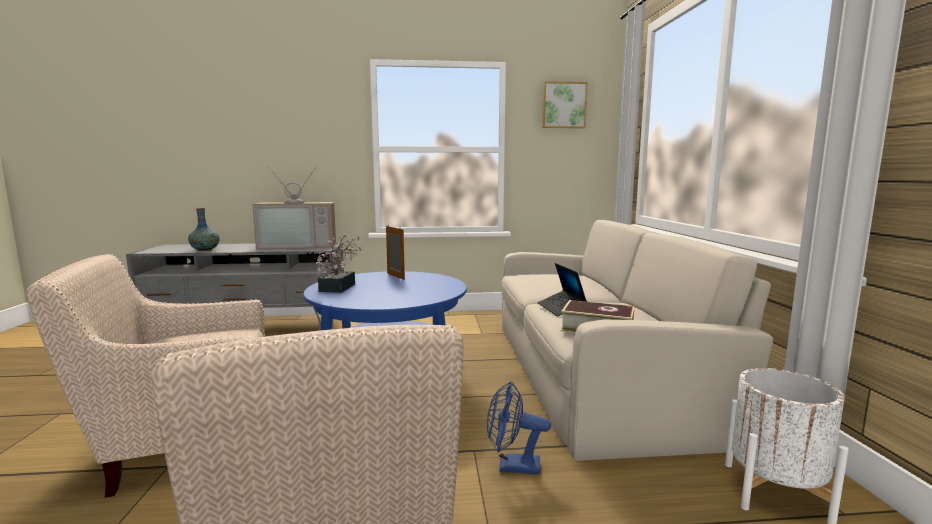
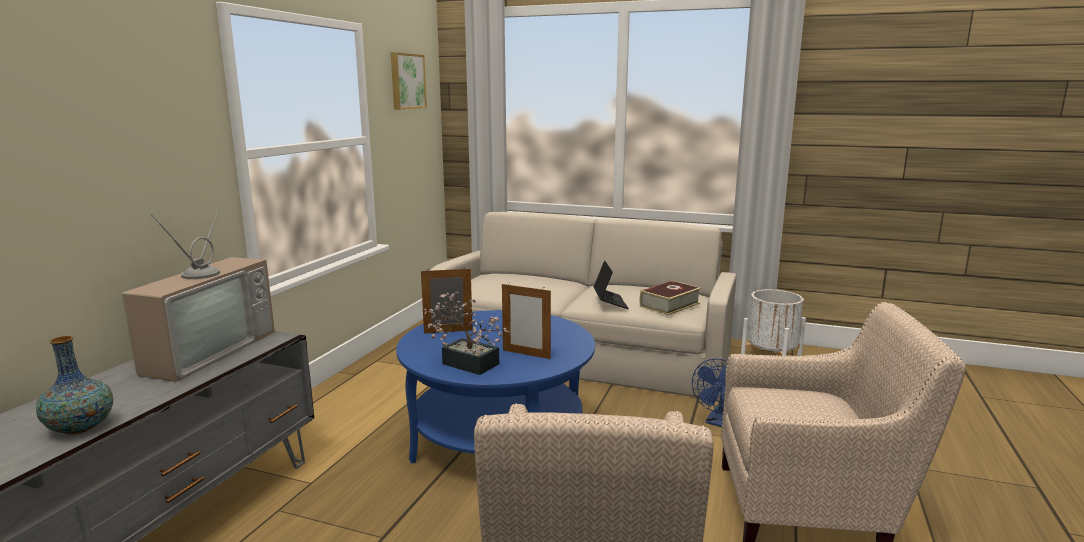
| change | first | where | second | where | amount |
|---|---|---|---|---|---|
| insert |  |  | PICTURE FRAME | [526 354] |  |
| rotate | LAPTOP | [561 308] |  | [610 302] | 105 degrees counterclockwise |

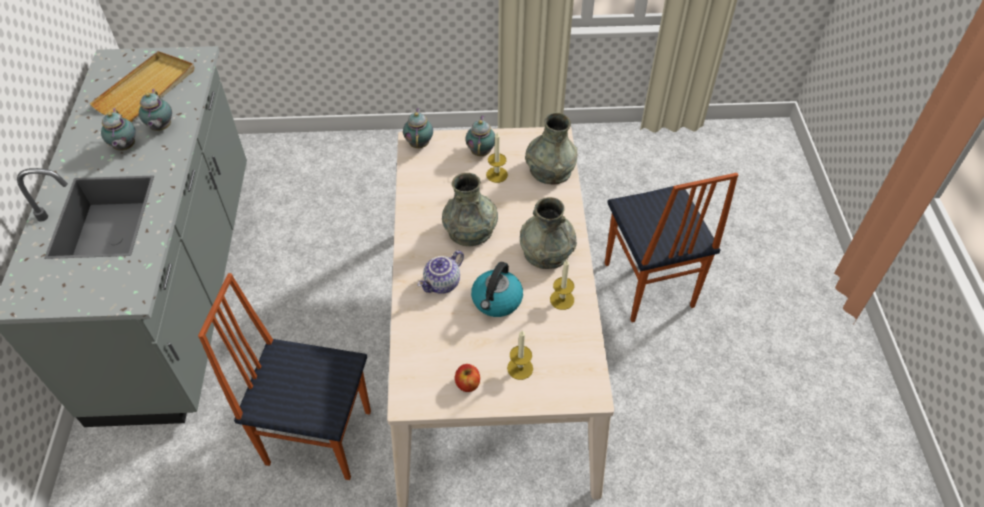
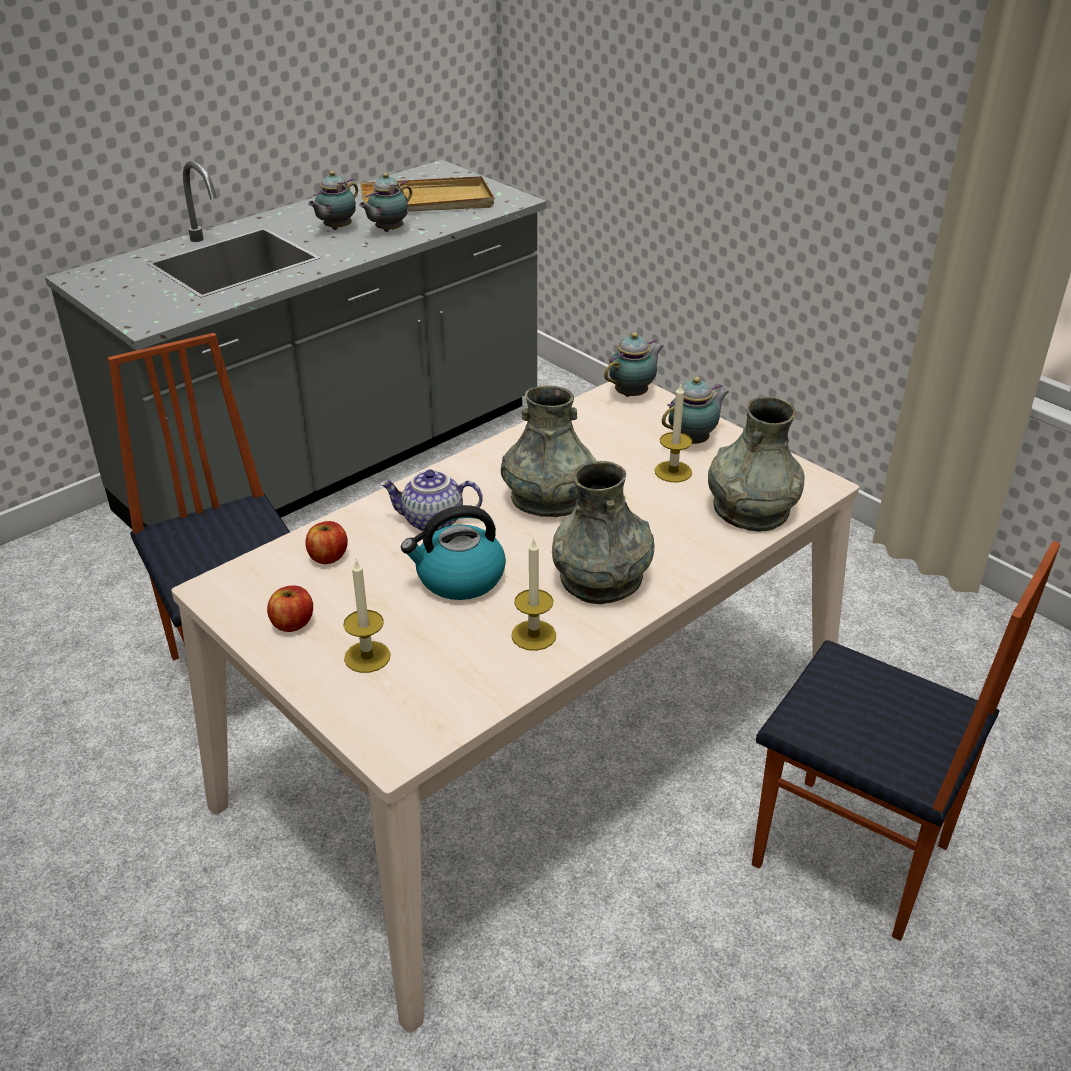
| change | first | where | second | where | amount |
|---|---|---|---|---|---|
| insert |  |  | APPLE | [328 557] |  |
| rotate | CHAIR | [647 286] |  | [851 858] | 90 degrees counterclockwise |

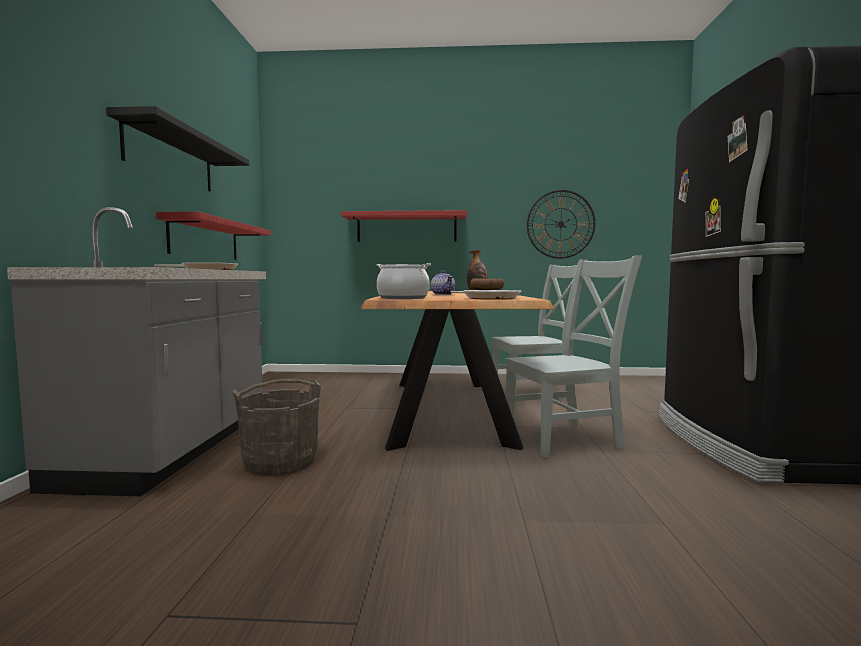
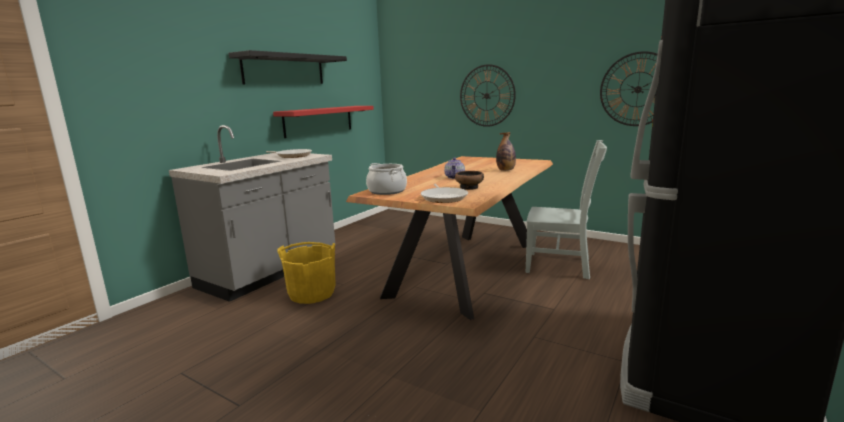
| change | first | where | second | where | amount |
|---|---|---|---|---|---|
| delete | GREY CHAIR | [566 438] |  |  |  |
| replace | RED SHELF | [406 228] | WALL CLOCK | [486 96] |  |
| recolor | GREY BUCKET | [280 462] | YELLOW BUCKET | [312 293] |  |

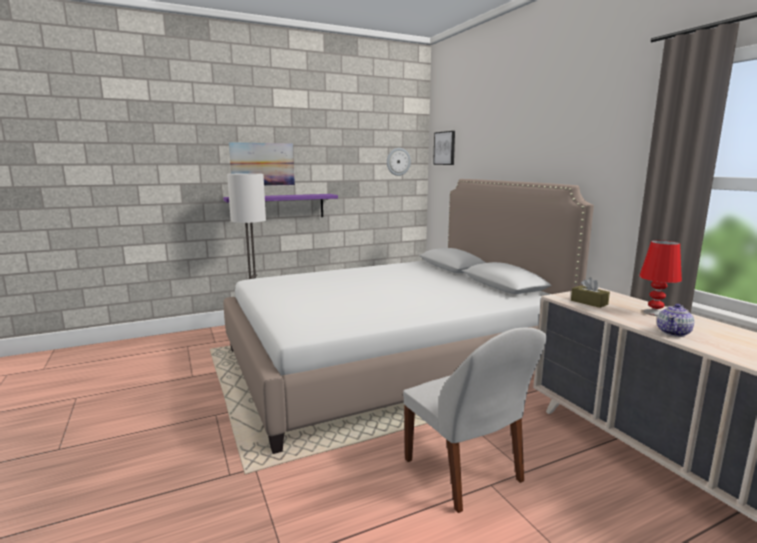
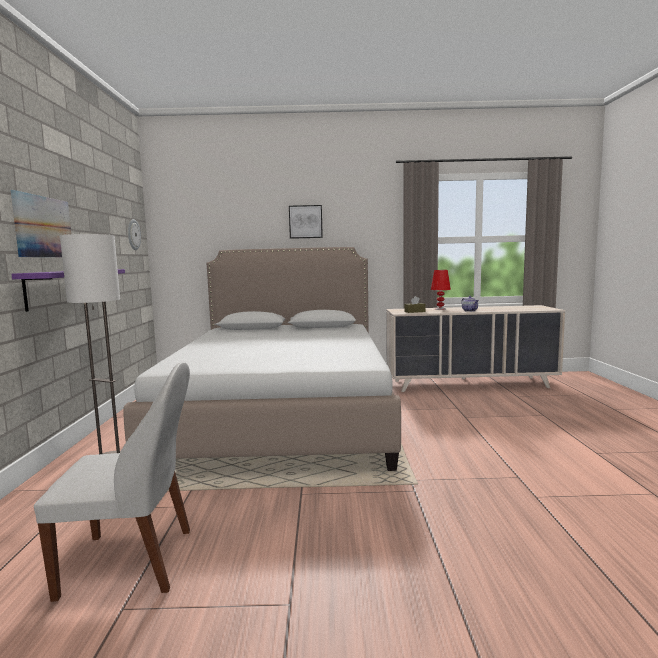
| change | first | where | second | where | amount |
|---|---|---|---|---|---|
| move | WHITE CHAIR | [464 473] |  | [132 563] |  |
| move | PICTURE | [445 148] |  | [305 222] |  |

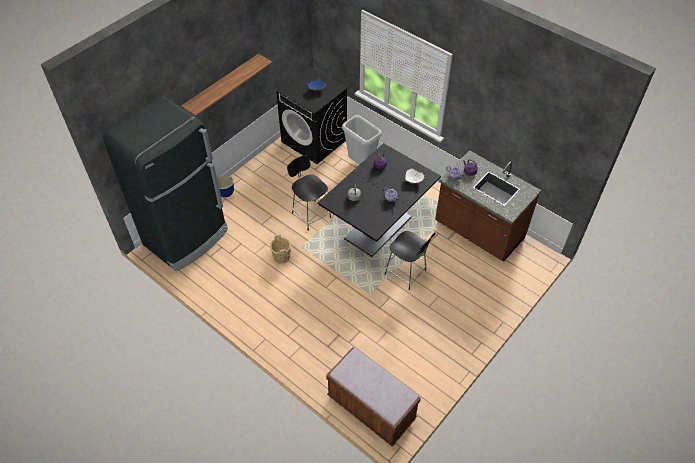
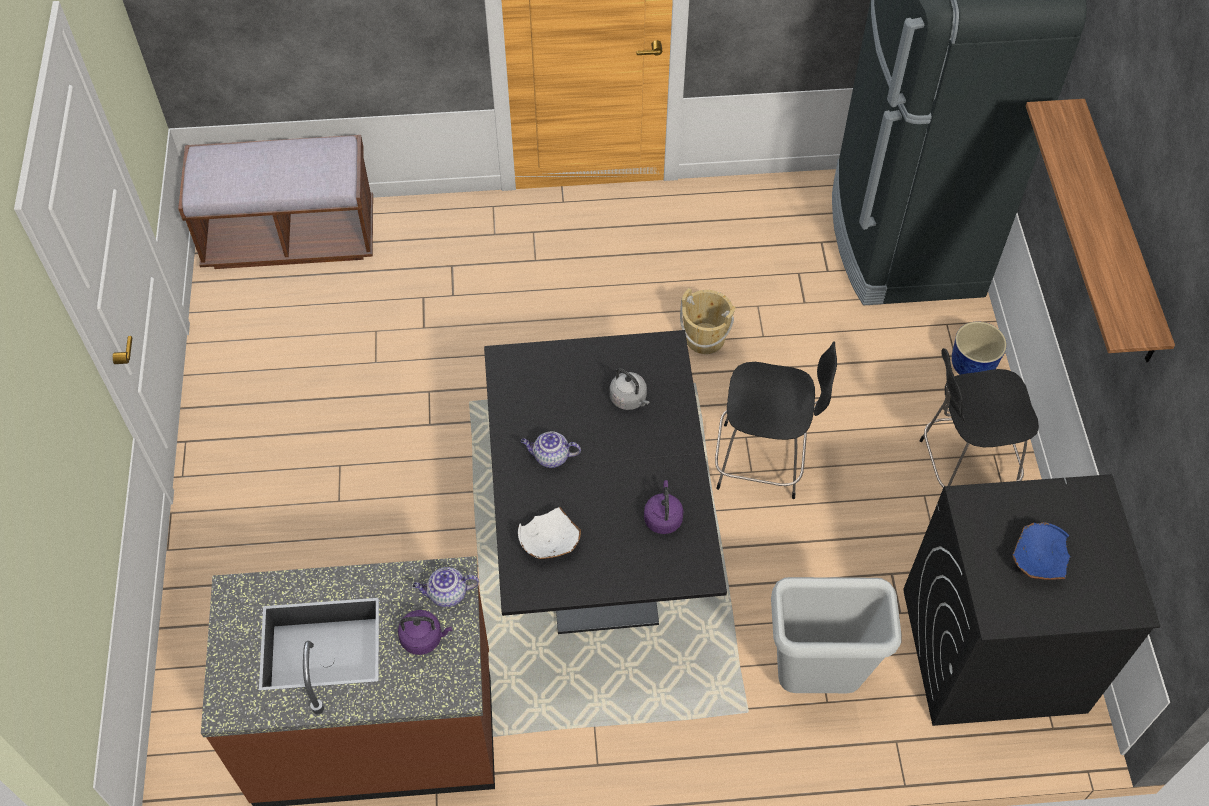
| change | first | where | second | where | amount |
|---|---|---|---|---|---|
| move | BLACK CHAIR | [406 273] |  | [962 468] |  |

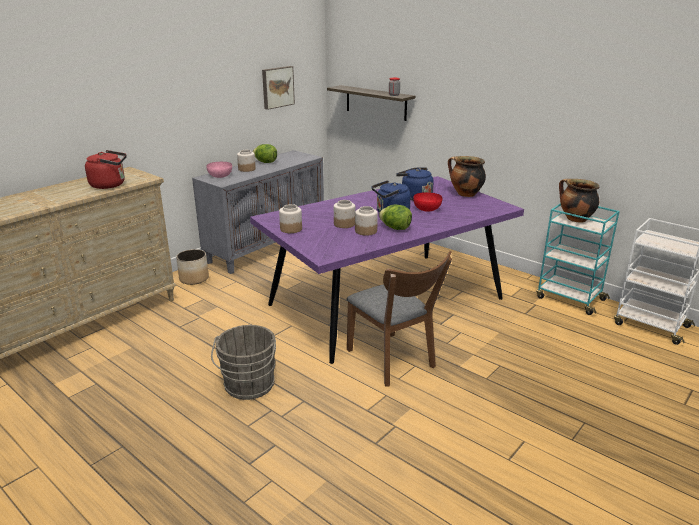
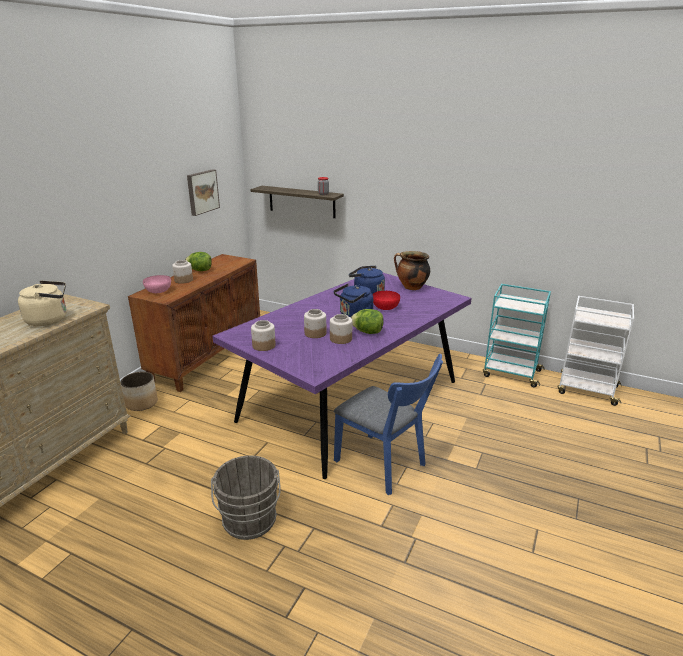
| change | first | where | second | where | amount |
|---|---|---|---|---|---|
| delete | COOKING POT | [575 219] |  |  |  |
| recolor | RED KETTLE | [110 185] | BEIGE KETTLE | [50 319] |  |
| recolor | GREY CABINET | [266 247] | BROWN CABINET | [207 357] |  |
| recolor | BROWN CHAIR | [394 362] | BLUE CHAIR | [385 466] |  |

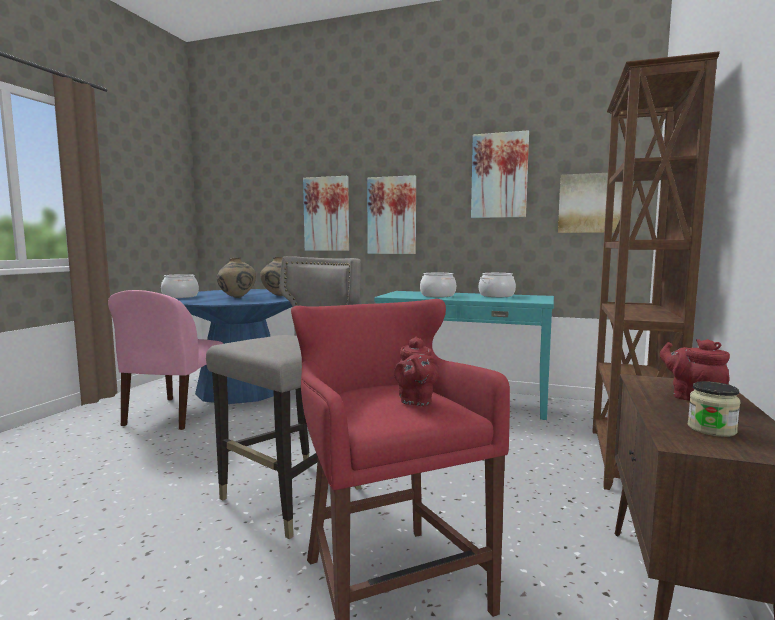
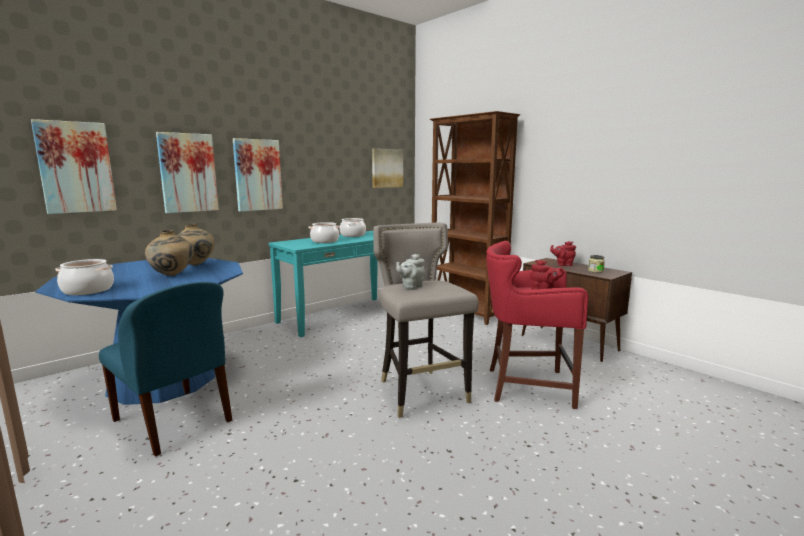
| change | first | where | second | where | amount |
|---|---|---|---|---|---|
| insert |  |  | GREY TEAPOT | [411 286] |  |
| move | PICTURE | [499 176] |  | [76 167] |  |
| recolor | PINK CHAIR | [174 414] | BLUE CHAIR | [174 422] |  |

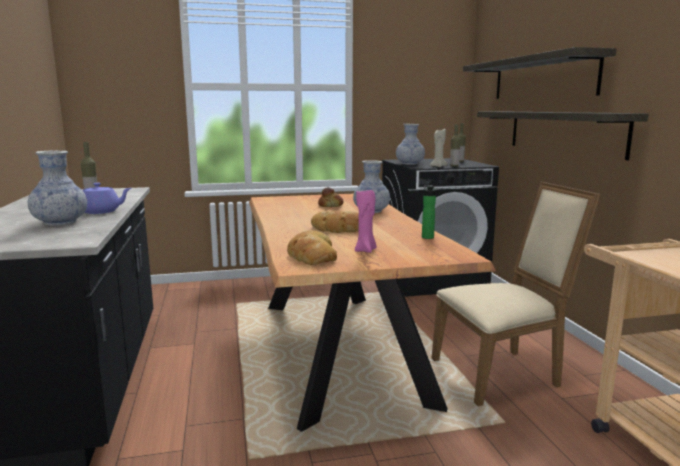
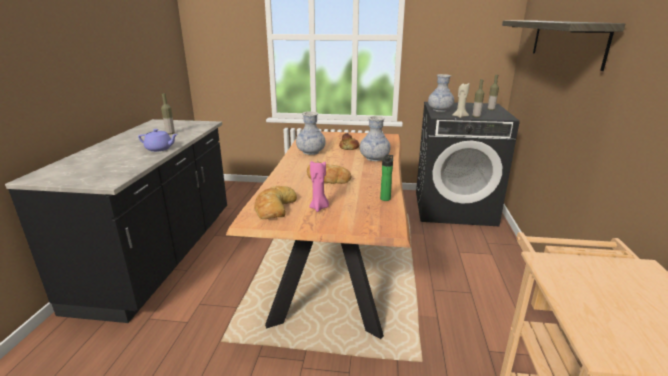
| change | first | where | second | where | amount |
|---|---|---|---|---|---|
| delete | BEIGE CHAIR | [501 373] |  |  |  |
| delete | SHELF | [563 132] |  |  |  |
| move | VASE | [60 222] |  | [311 152] |  |

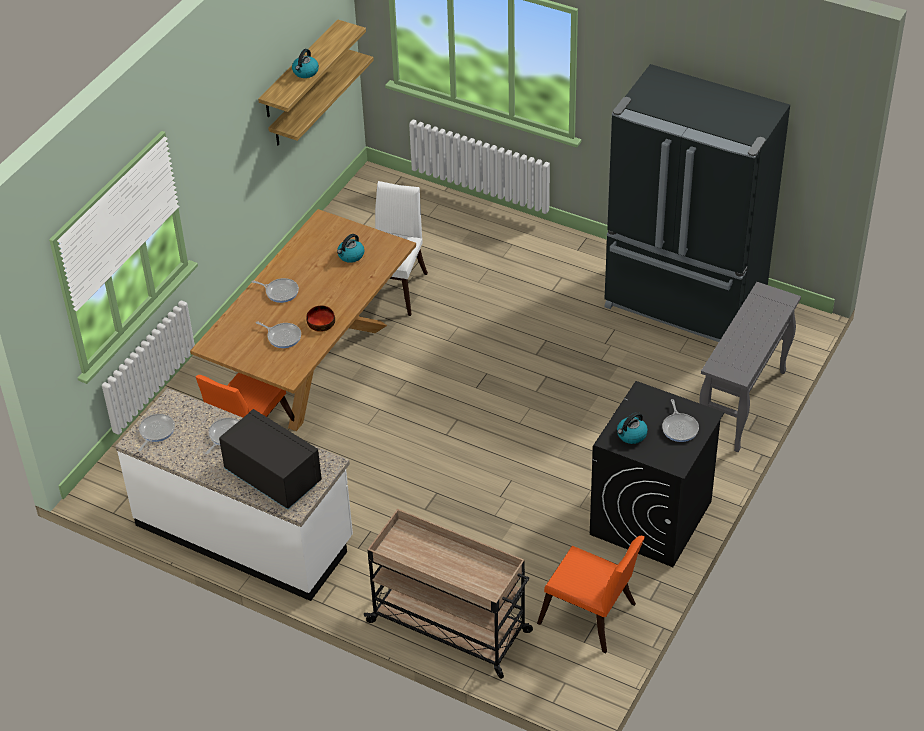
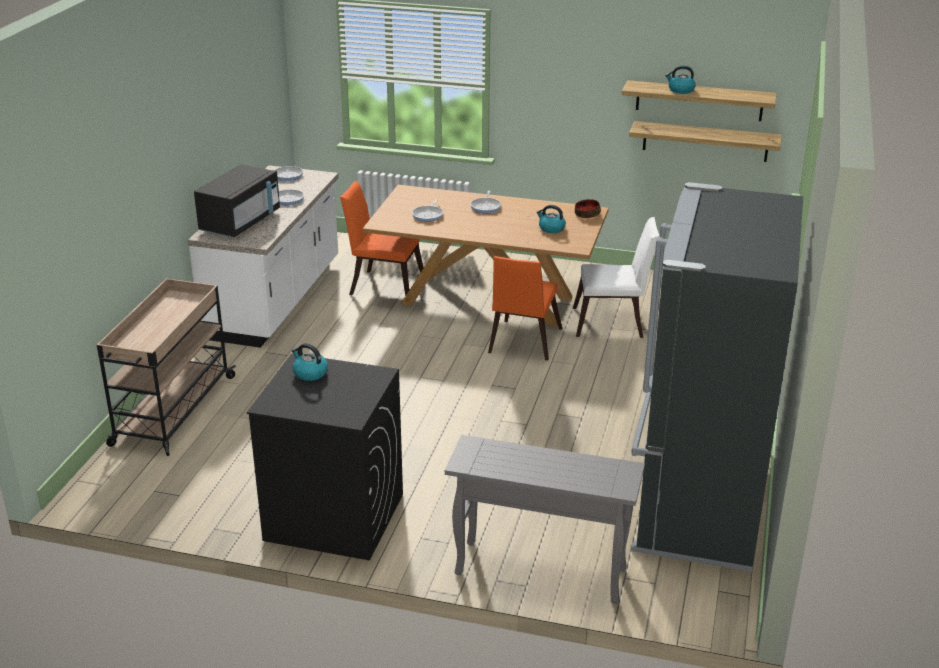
| change | first | where | second | where | amount |
|---|---|---|---|---|---|
| delete | FRYING PAN | [679 428] |  |  |  |
| move | BOWL | [321 323] |  | [587 214] |  |
| move | ORANGE CHAIR | [592 618] |  | [523 343] |  |

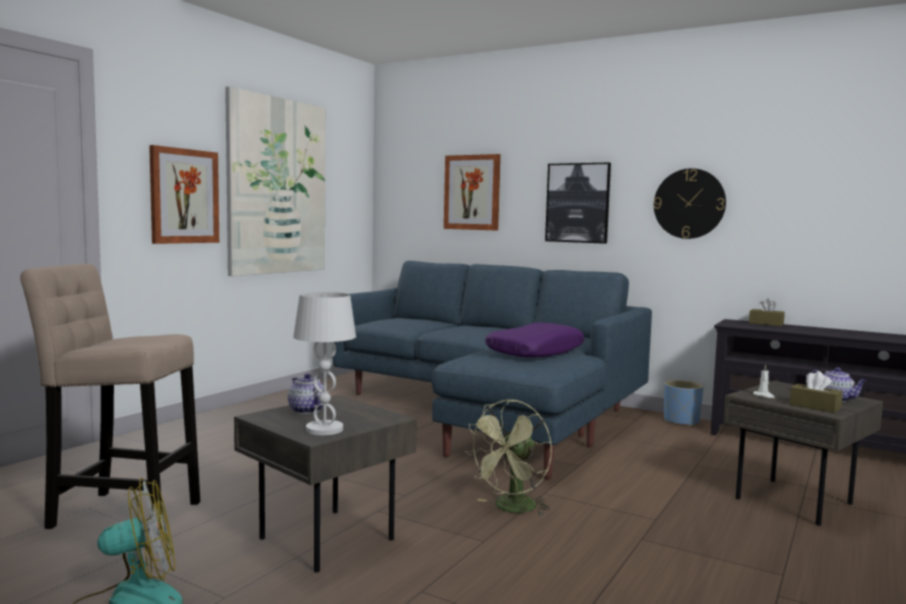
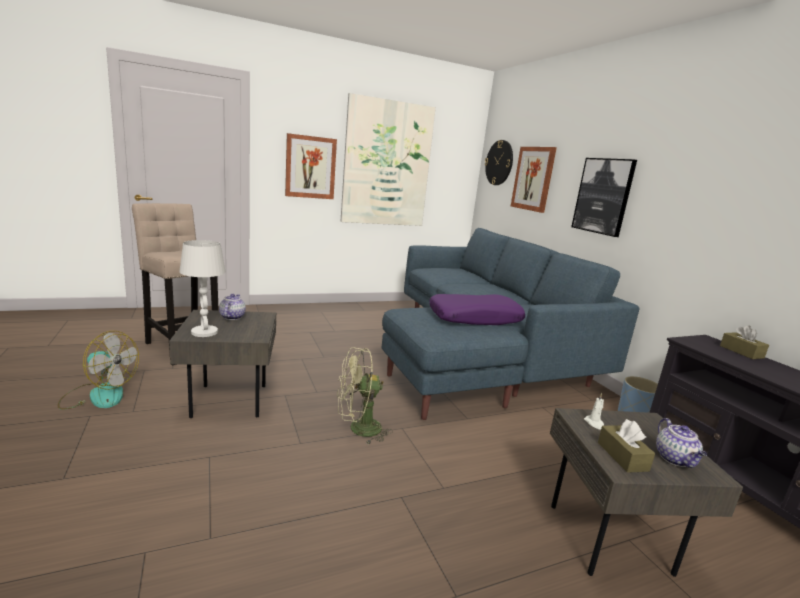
| change | first | where | second | where | amount |
|---|---|---|---|---|---|
| move | WALL CLOCK | [689 203] |  | [499 162] |  |

